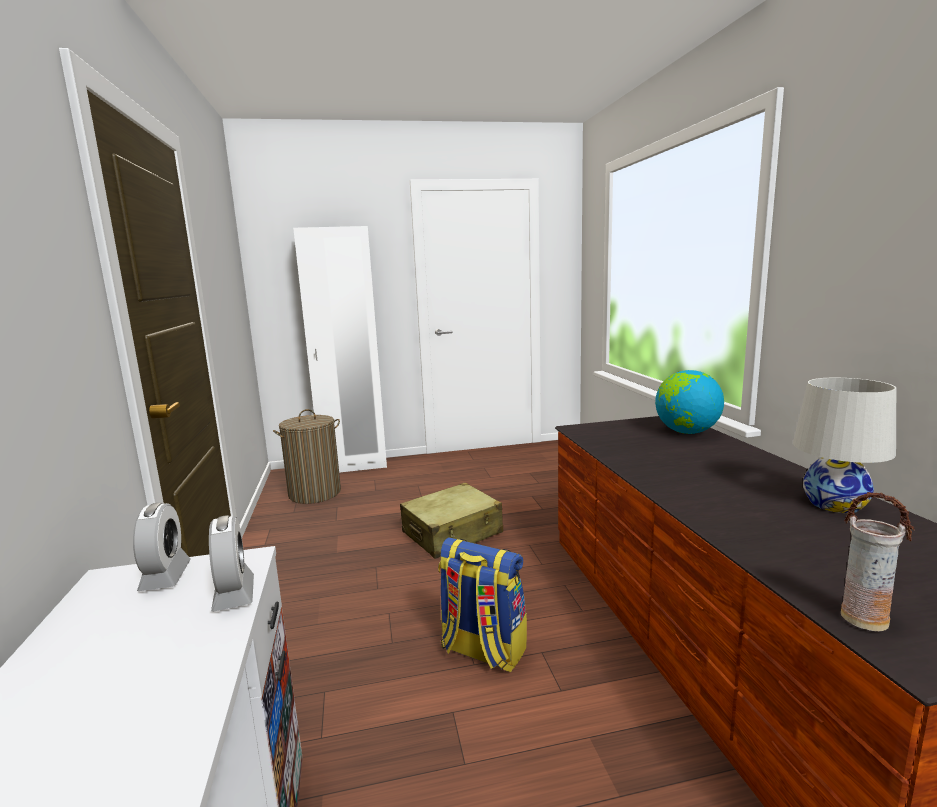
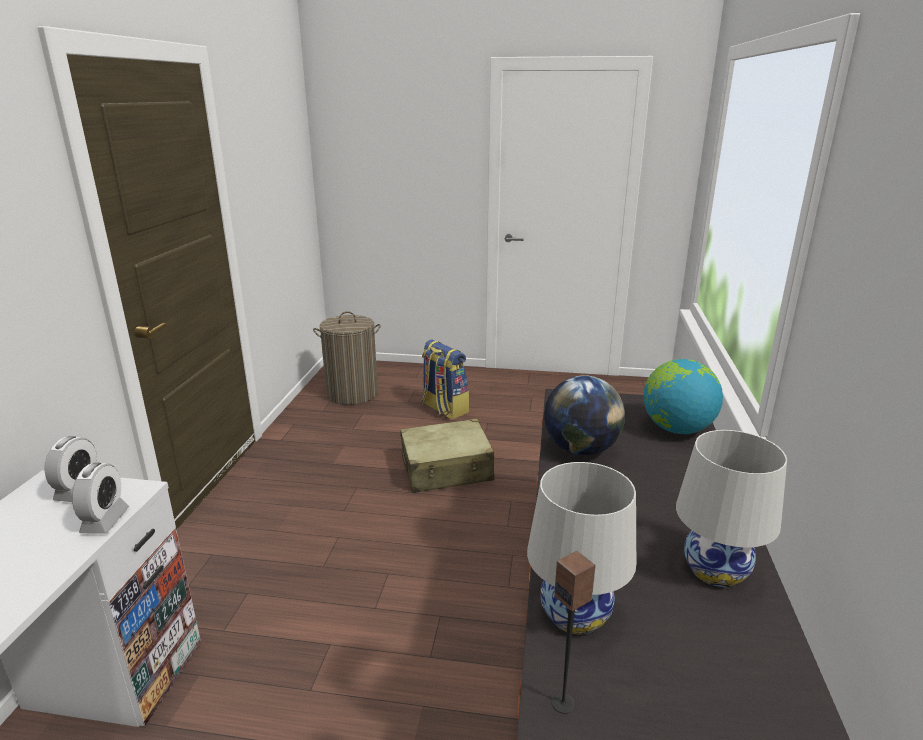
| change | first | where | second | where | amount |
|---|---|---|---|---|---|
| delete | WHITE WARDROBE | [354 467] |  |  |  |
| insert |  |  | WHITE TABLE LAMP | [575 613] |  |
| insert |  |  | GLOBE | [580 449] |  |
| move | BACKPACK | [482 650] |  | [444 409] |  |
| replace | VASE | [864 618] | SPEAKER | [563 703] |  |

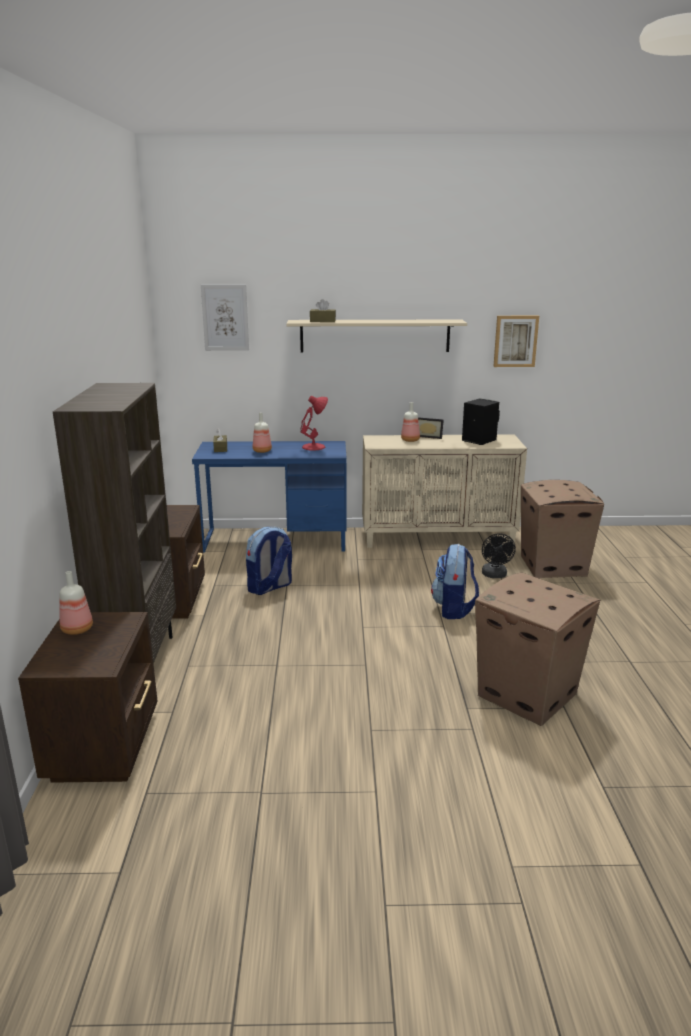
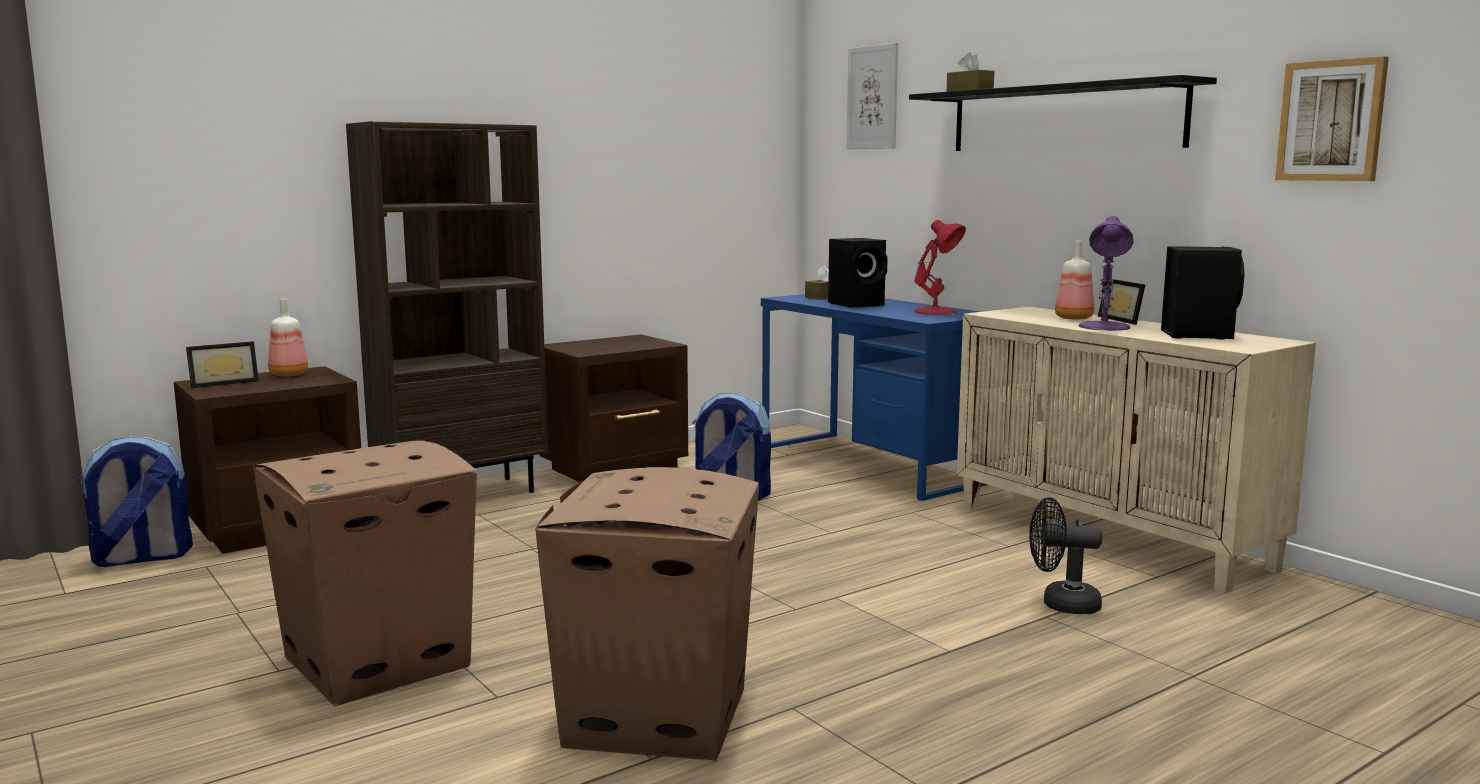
| change | first | where | second | where | amount |
|---|---|---|---|---|---|
| insert |  |  | PICTURE FRAME | [223 383] |  |
| insert |  |  | PURPLE TABLE LAMP | [1104 327] |  |
| move | BACKPACK | [454 609] |  | [140 558] |  |
| move | CARDBOARD BOX | [552 565] |  | [379 661] |  |
| replace | BOTTLE | [262 451] | BLACK SPEAKER | [858 304] |  |
| recolor | BEIGE SHELF | [375 335] | BLACK SHELF | [1063 118] |  |
| rotate | BLACK FAN | [495 575] |  | [1061 604] | 45 degrees clockwise |

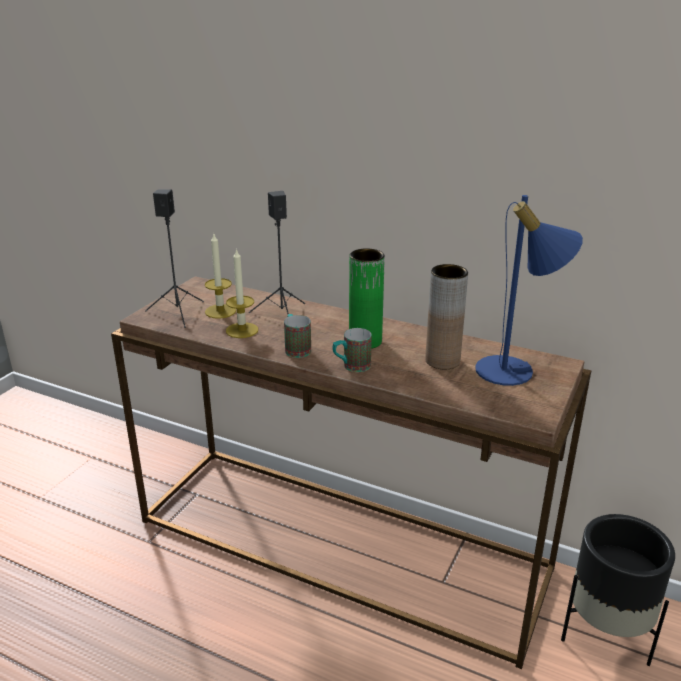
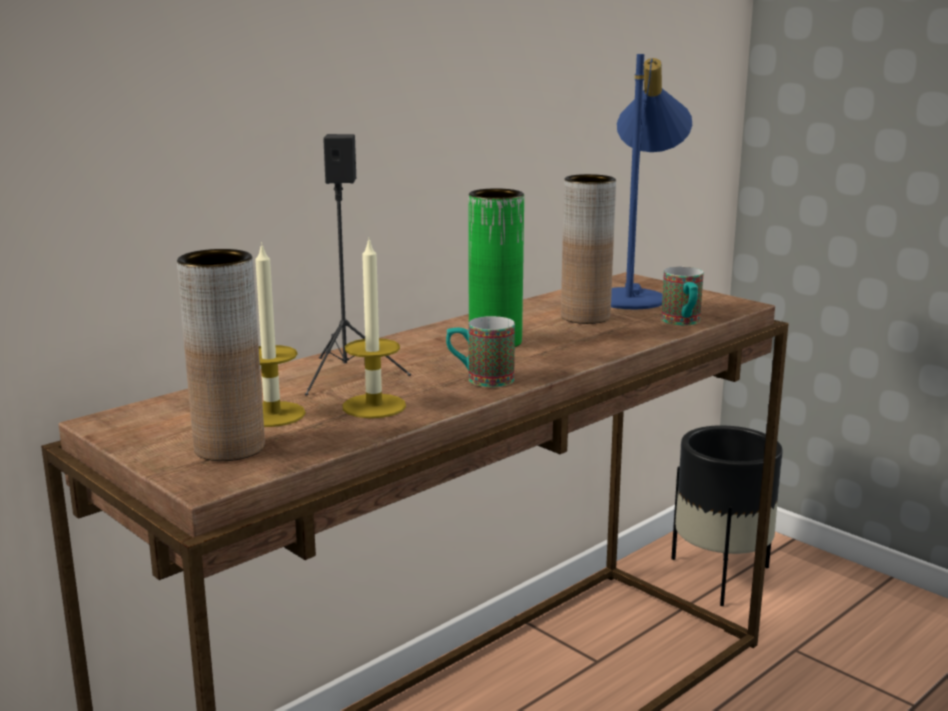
| change | first | where | second | where | amount |
|---|---|---|---|---|---|
| move | MUG | [351 367] |  | [683 323] |  |
| replace | BLACK SPEAKER | [178 312] | BROWN VASE | [229 448] |  |

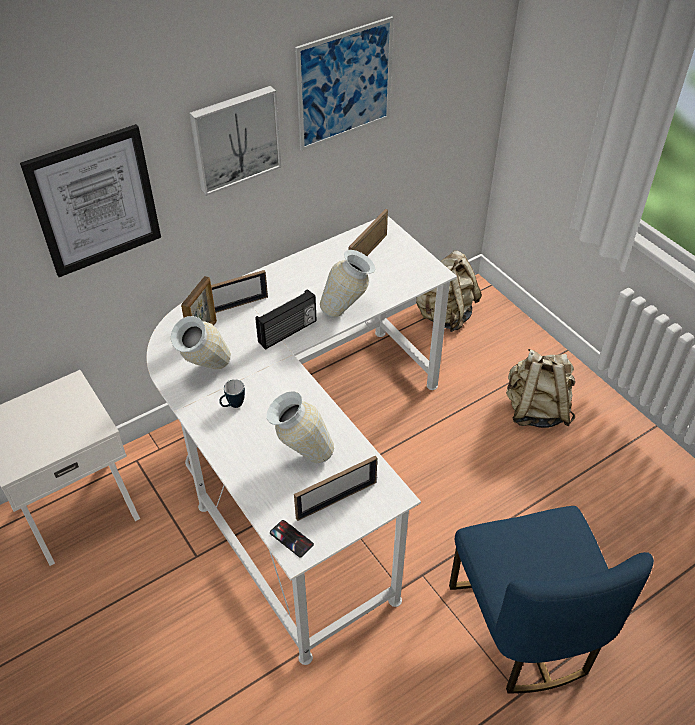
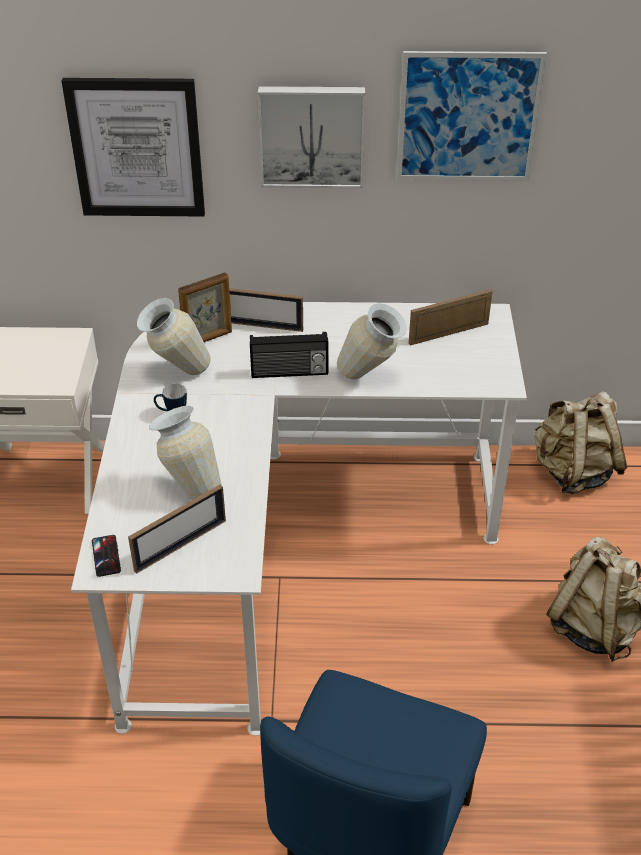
| change | first | where | second | where | amount |
|---|---|---|---|---|---|
| rotate | PICTURE FRAME | [336 500] |  | [180 545] | 45 degrees counterclockwise |

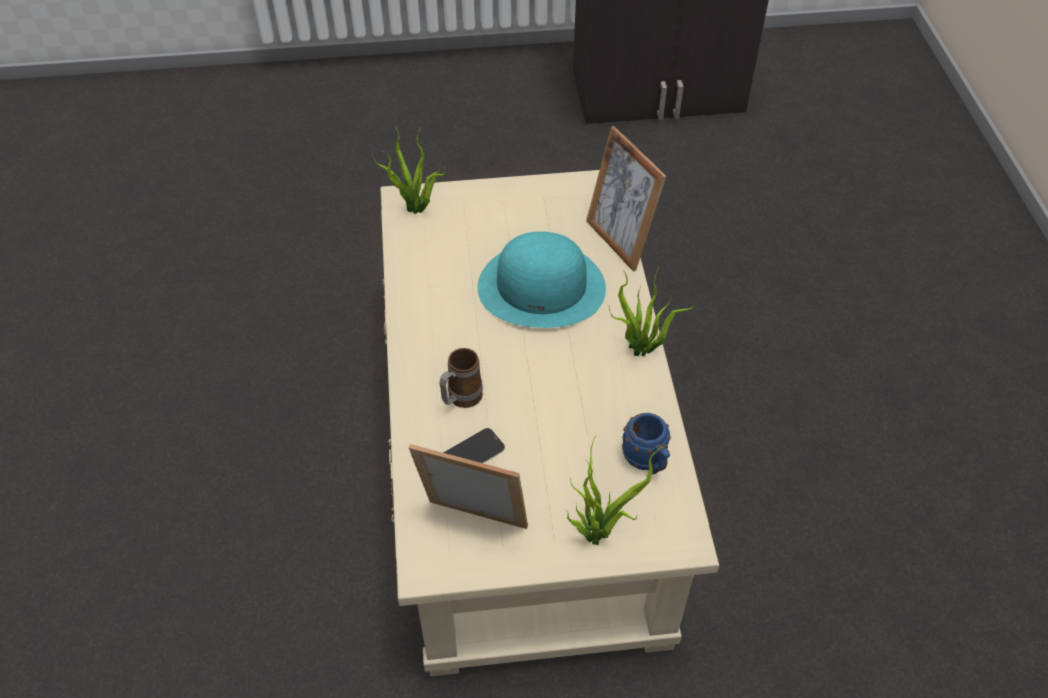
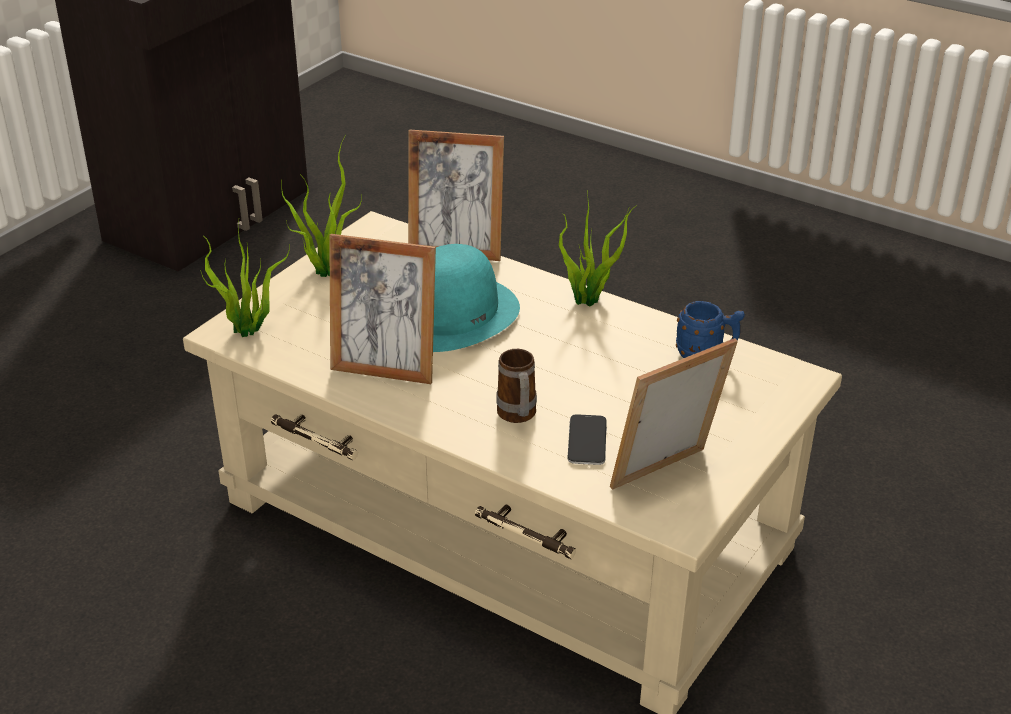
| change | first | where | second | where | amount |
|---|---|---|---|---|---|
| insert |  |  | PICTURE FRAME | [385 368] |  |
| move | POTTED PLANT | [598 531] |  | [324 269] |  |

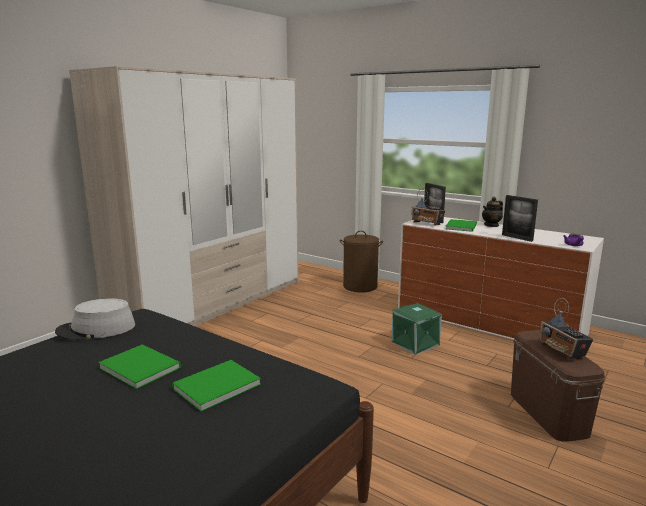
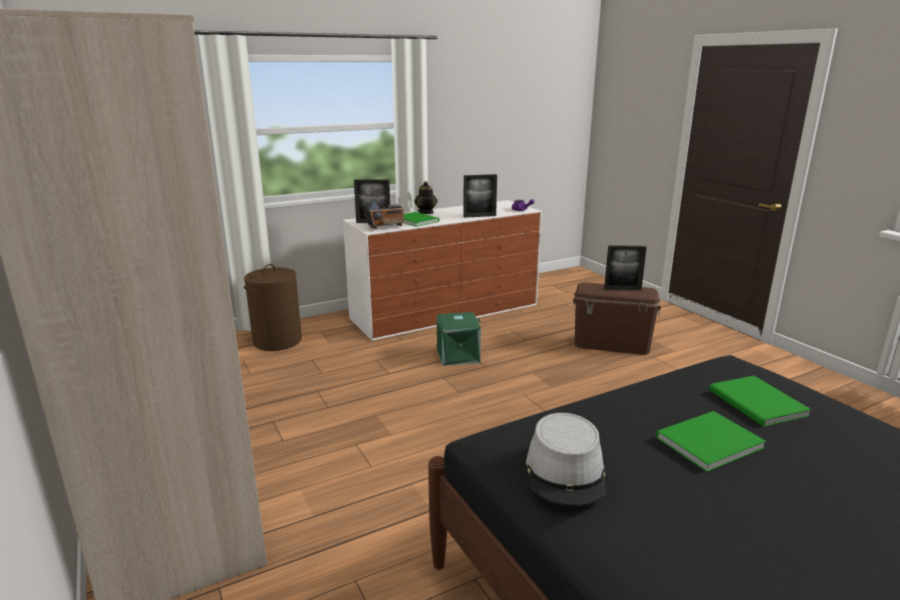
| change | first | where | second | where | amount |
|---|---|---|---|---|---|
| replace | RADIO | [562 352] | PICTURE FRAME | [622 289] |  |

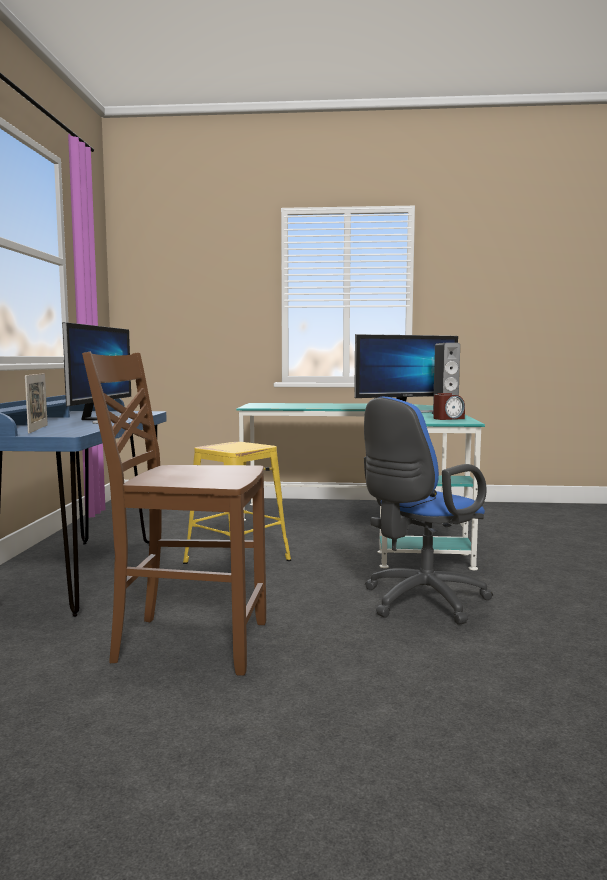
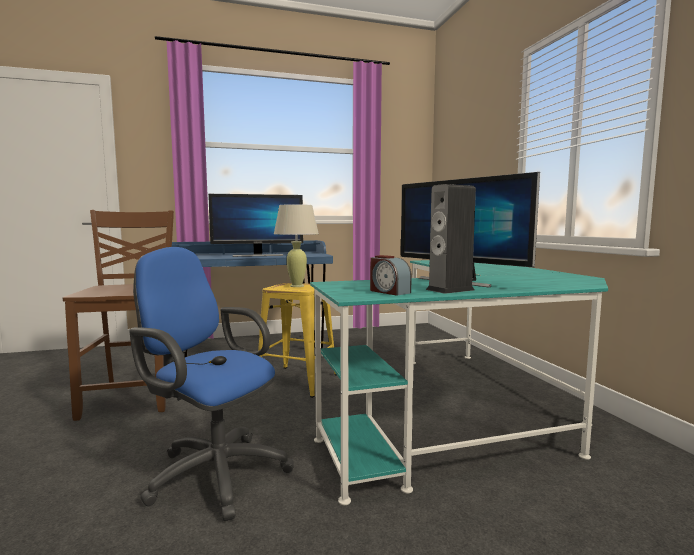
| change | first | where | second | where | amount |
|---|---|---|---|---|---|
| delete | PICTURE FRAME | [38 429] |  |  |  |
| insert |  |  | BEIGE TABLE LAMP | [296 286] |  |

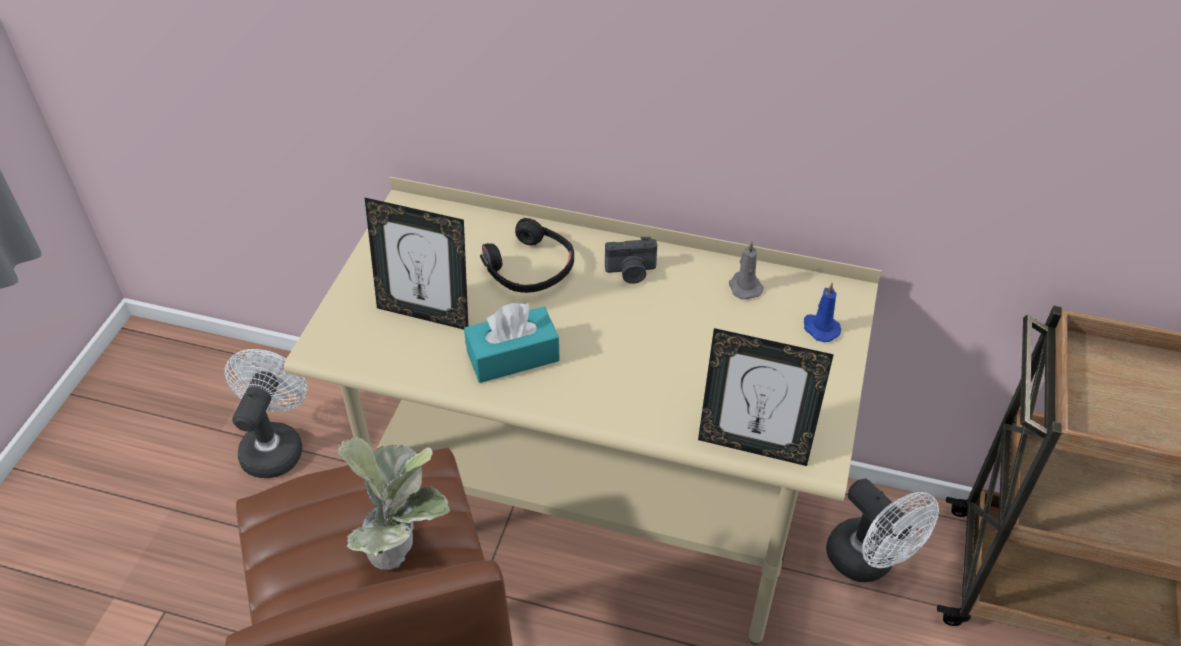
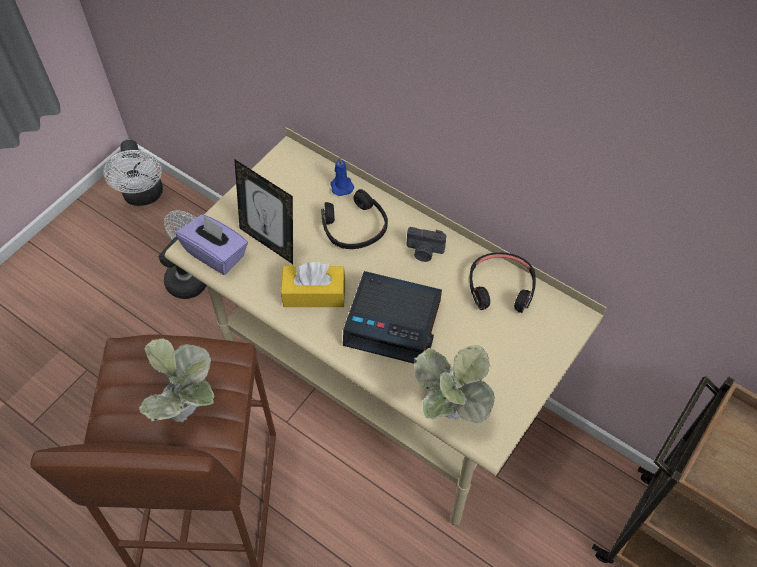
| change | first | where | second | where | amount |
|---|---|---|---|---|---|
| insert |  |  | PURPLE TISSUE BOX | [216 254] |  |
| insert |  |  | ALARM CLOCK | [394 323] |  |
| move | BLUE CANDLE | [820 328] |  | [341 186] |  |
| move | WHITE FAN | [869 562] |  | [144 196] |  |
| replace | PICTURE FRAME | [753 445] | POTTED PLANT | [448 415] |  |
| replace | GREY CANDLE | [744 286] | BLACK HEADPHONES | [501 287] |  |
| recolor | TURQUOISE TISSUE BOX | [513 356] | YELLOW TISSUE BOX | [314 293] |  |

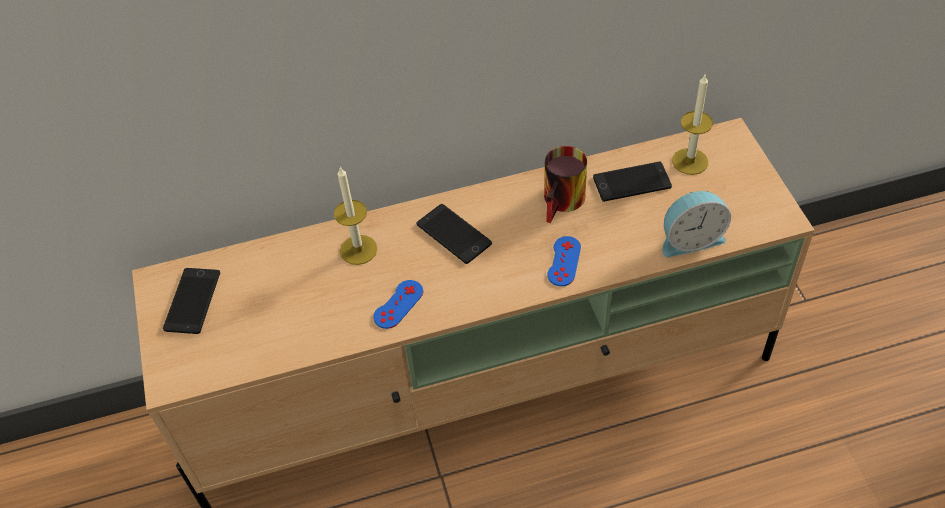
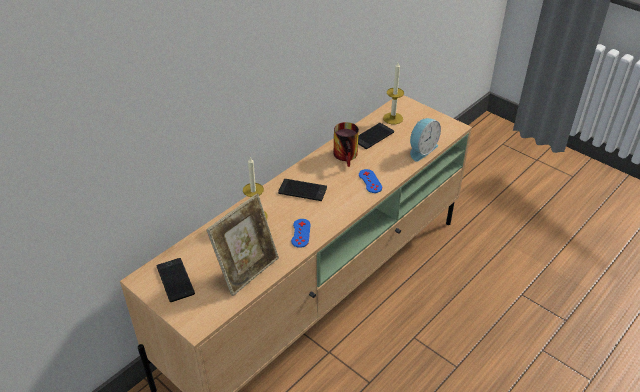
| change | first | where | second | where | amount |
|---|---|---|---|---|---|
| insert |  |  | PICTURE FRAME | [247 270] |  |

